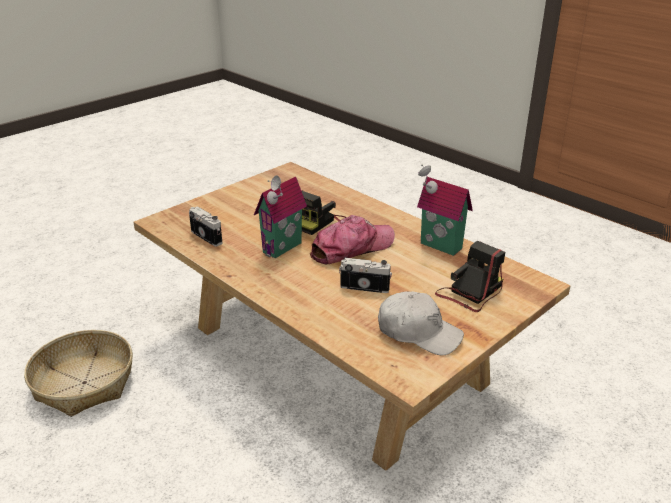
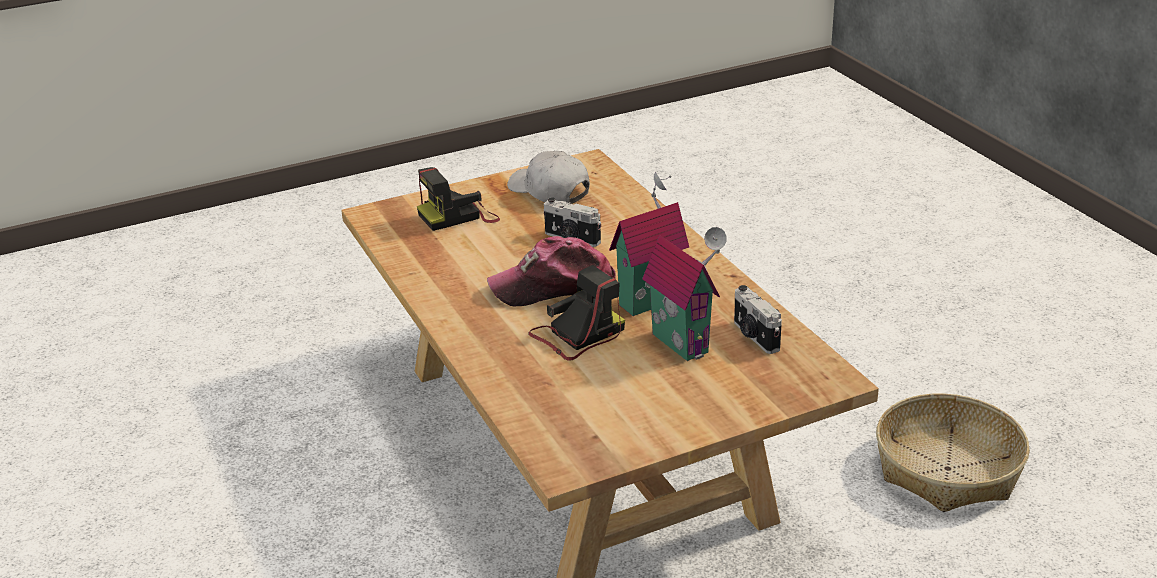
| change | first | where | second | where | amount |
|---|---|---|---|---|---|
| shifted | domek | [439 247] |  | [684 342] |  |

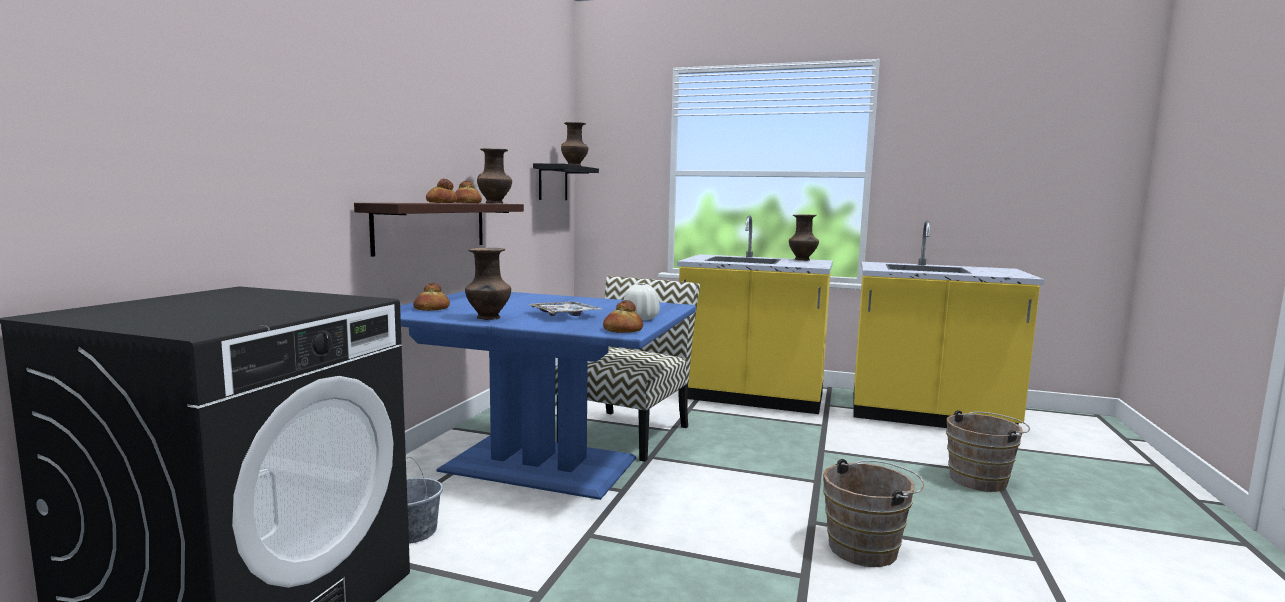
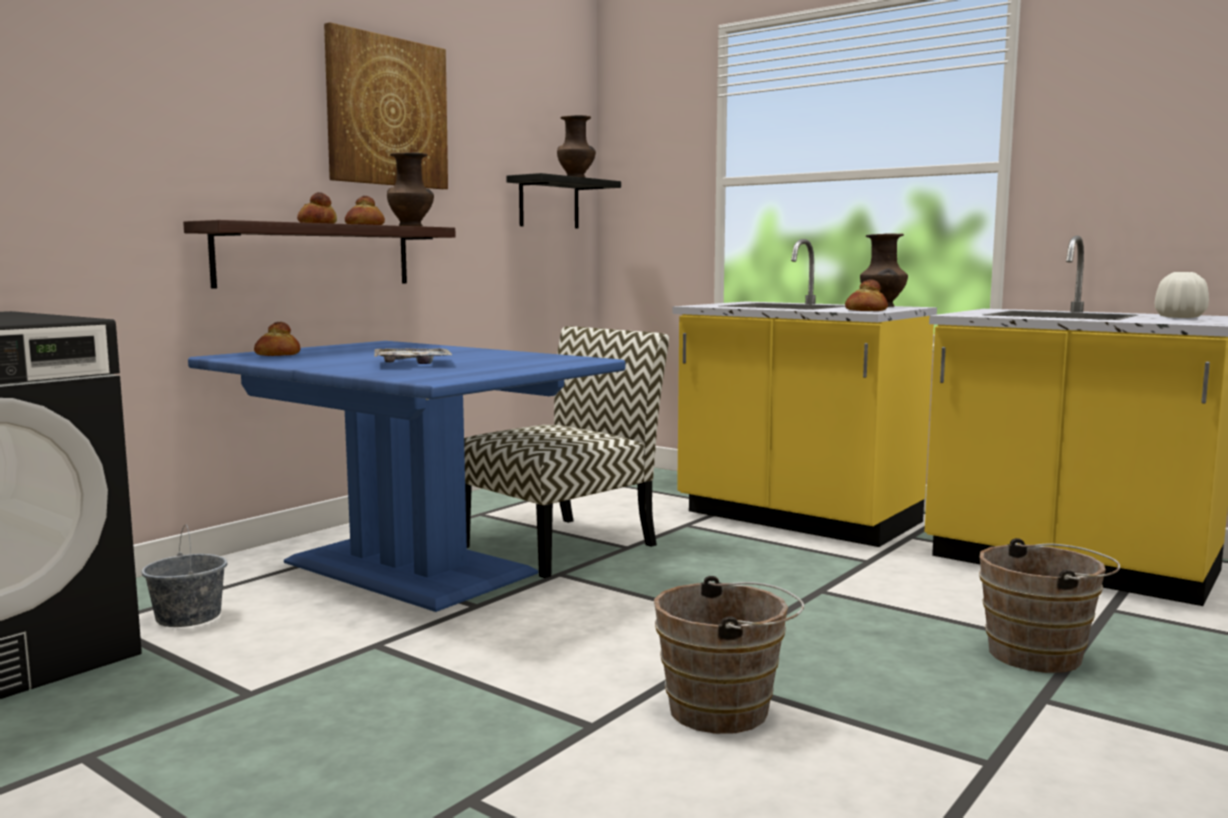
| change | first | where | second | where | amount |
|---|---|---|---|---|---|
| gone | wazon/brązowy | [488 318] |  |  |  |
| shifted | chleb | [622 330] |  | [865 310] |  |
| shifted | wazon/biały | [640 319] |  | [1179 317] |  |
| new |  |  | obraz | [387 112] |  |

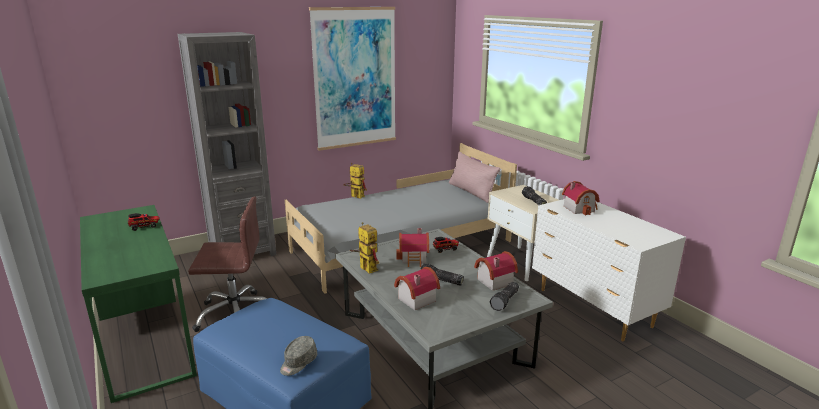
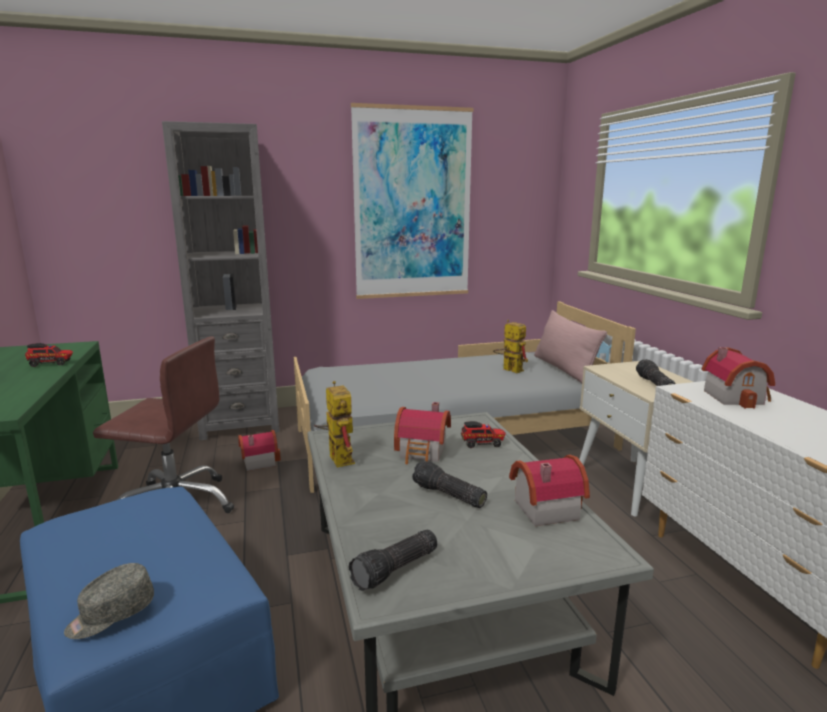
| change | first | where | second | where | amount |
|---|---|---|---|---|---|
| shifted | robot zabawkowy | [354 196] |  | [508 369] |  |
| shifted | domek | [414 299] |  | [258 461] |  |
| shifted | latarka | [505 301] |  | [396 570] |  |

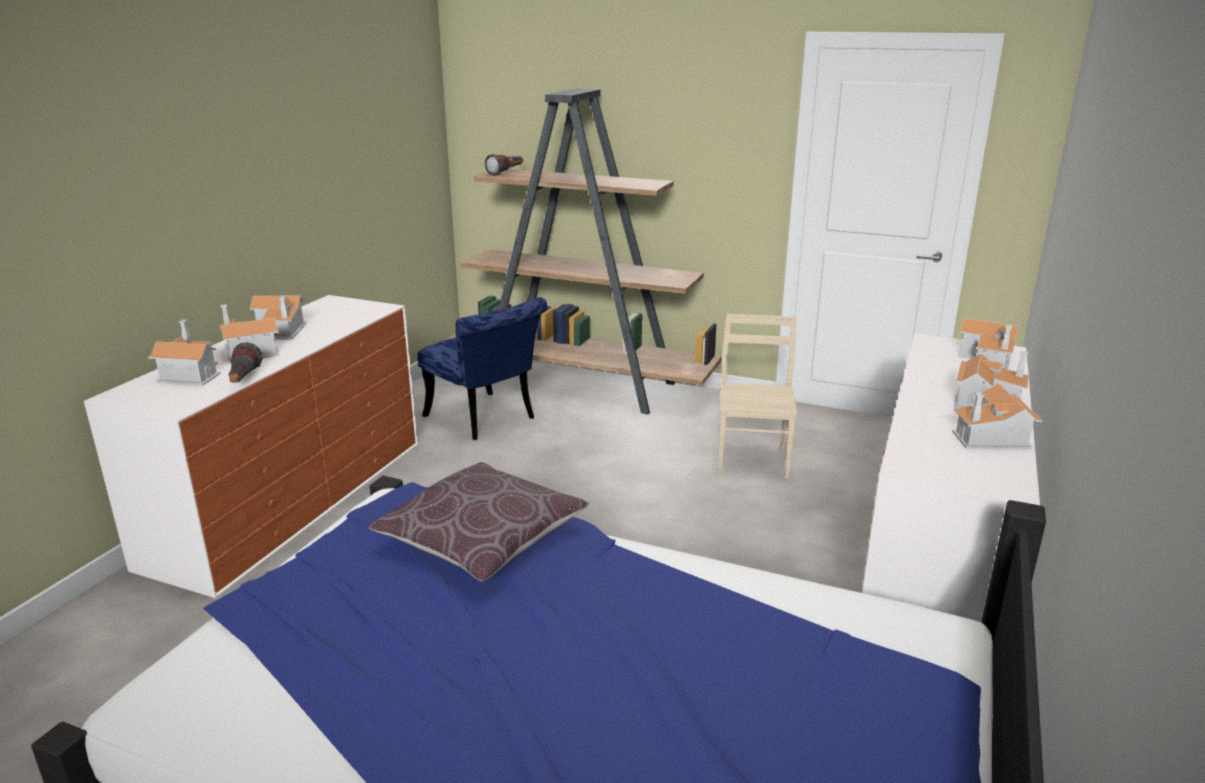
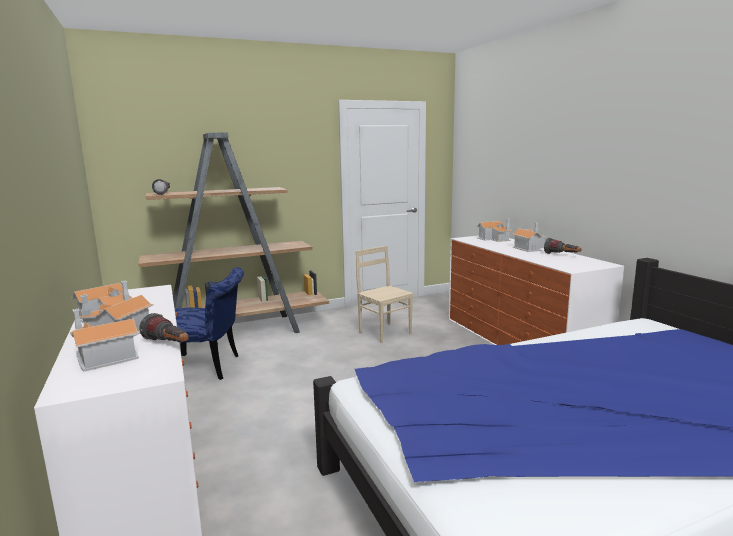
| change | first | where | second | where | amount |
|---|---|---|---|---|---|
| gone | poduszka/brązowy | [483 539] |  |  |  |
| swapped | domek | [992 438] | latarka | [562 255] |  |

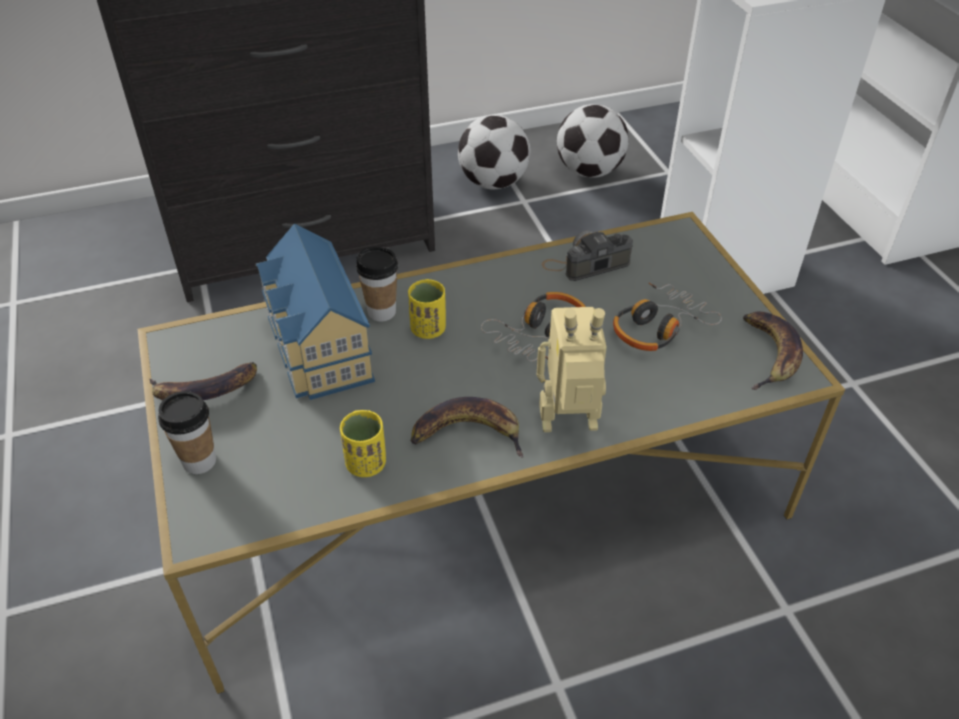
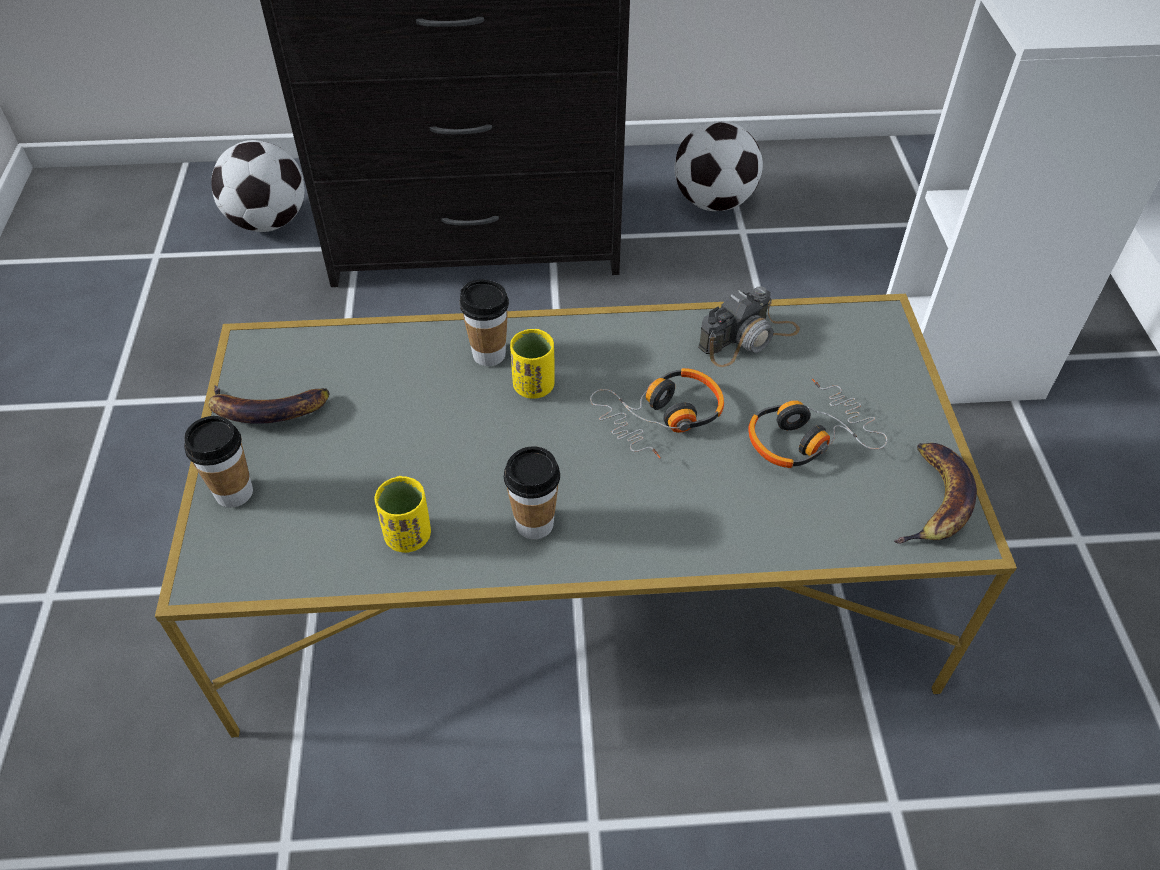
| change | first | where | second | where | amount |
|---|---|---|---|---|---|
| gone | domek | [316 349] |  |  |  |
| swapped | banan | [468 433] | filiżanka | [534 524] |  |
| gone | robot zabawkowy | [570 427] |  |  |  |
| rotated | aparat fotograficzny | [586 263] |  | [748 338] | 150 degrees clockwise |
| shifted | piłka futbolowa | [589 171] |  | [269 222] |  |

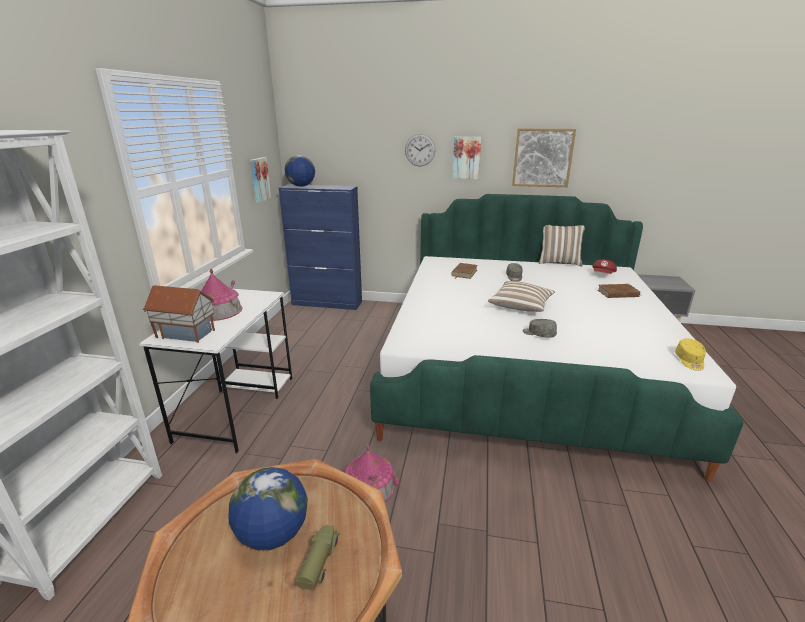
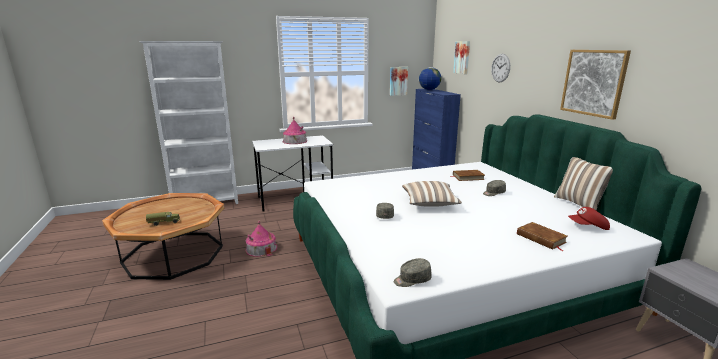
| change | first | where | second | where | amount |
|---|---|---|---|---|---|
| gone | domek | [186 333] |  |  |  |
| gone | globus | [273 534] |  |  |  |
| shifted | obraz | [466 157] |  | [462 57] |  |
| repainted | czapka z daszkiem/żółty | [689 361] | czapka z daszkiem/szary | [412 280] |  |

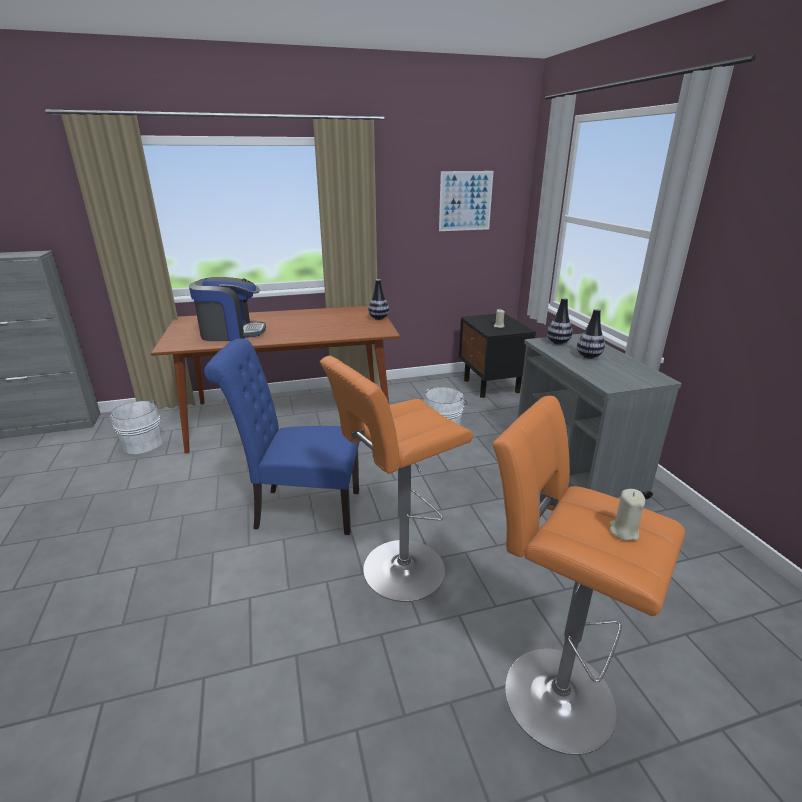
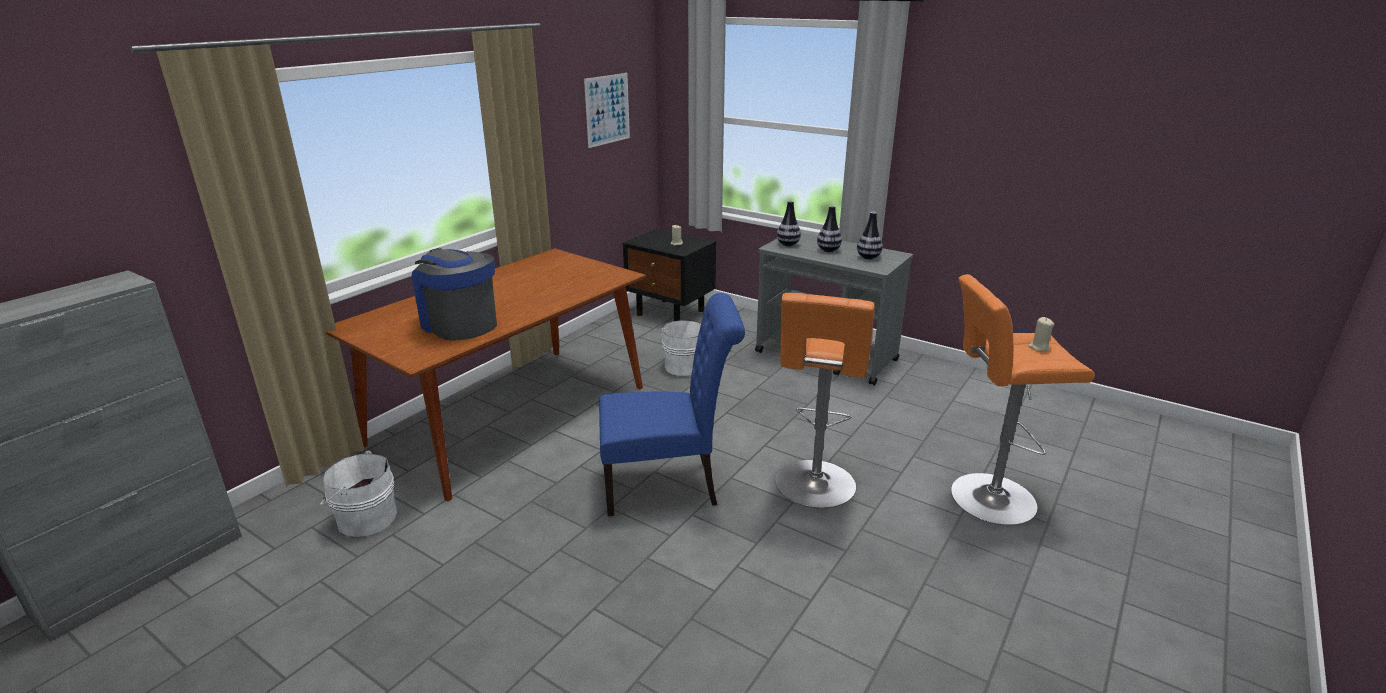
| change | first | where | second | where | amount |
|---|---|---|---|---|---|
| rotated | ekspres do kawy | [231 333] |  | [459 324] | 90 degrees counterclockwise |
| rotated | krzesło/niebieski | [301 509] |  | [668 486] | 150 degrees counterclockwise |
| shifted | wazon | [379 318] |  | [868 257] |  |

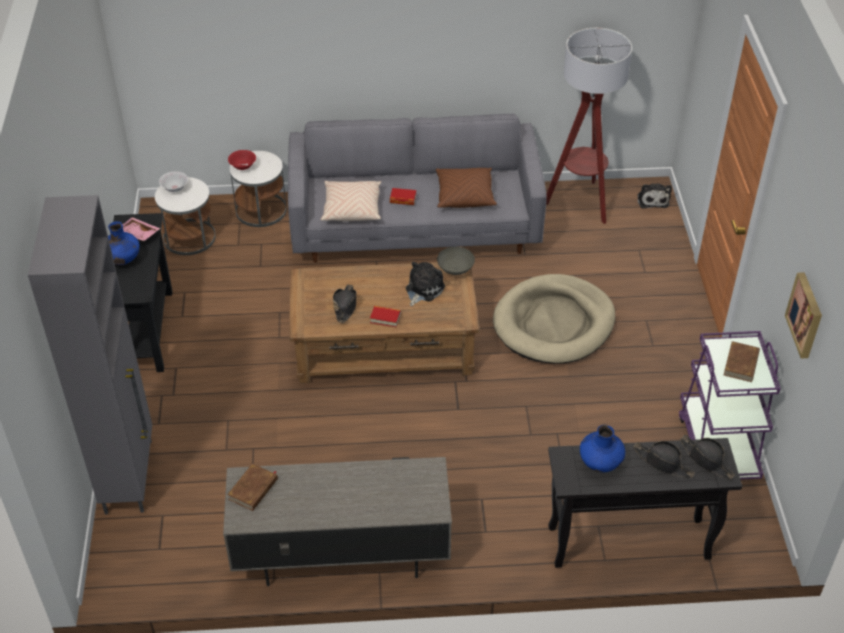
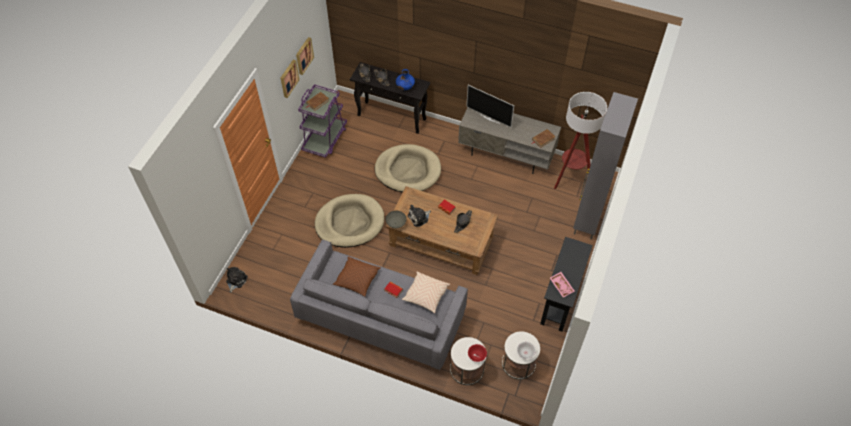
| change | first | where | second | where | amount |
|---|---|---|---|---|---|
| gone | wazon/niebieski | [122 259] |  |  |  |
| shifted | lampa stojąca | [580 202] |  | [570 177] |  |
| new |  |  | obraz | [288 78] |  |
| new |  |  | legowisko/beżowy | [408 170] |  |
| new |  |  | telewizor | [489 118] |  |

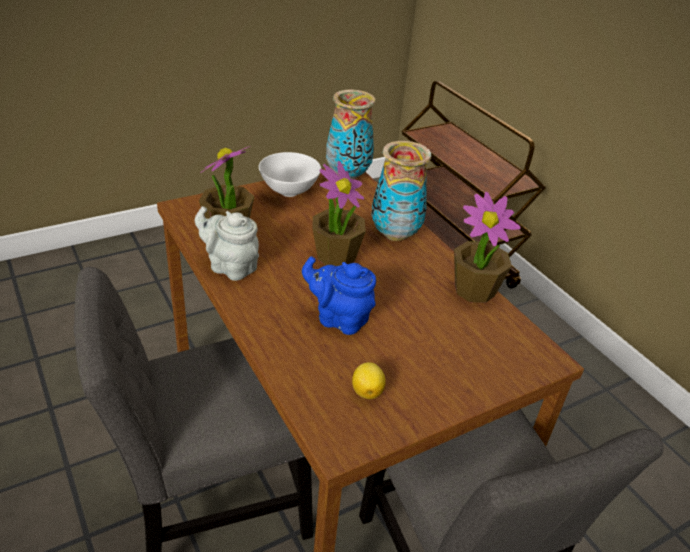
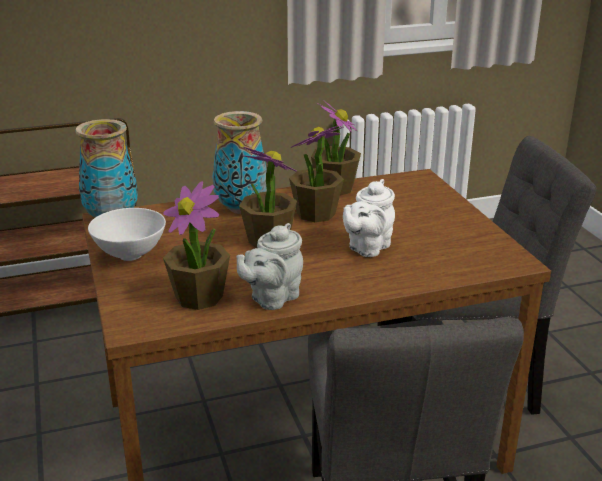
| change | first | where | second | where | amount |
|---|---|---|---|---|---|
| repainted | imbryk/niebieski | [339 319] | imbryk/biały | [367 248] |  |
| gone | cytryna | [367 391] |  |  |  |
| new |  |  | roślina doniczkowa | [315 214] |  |

